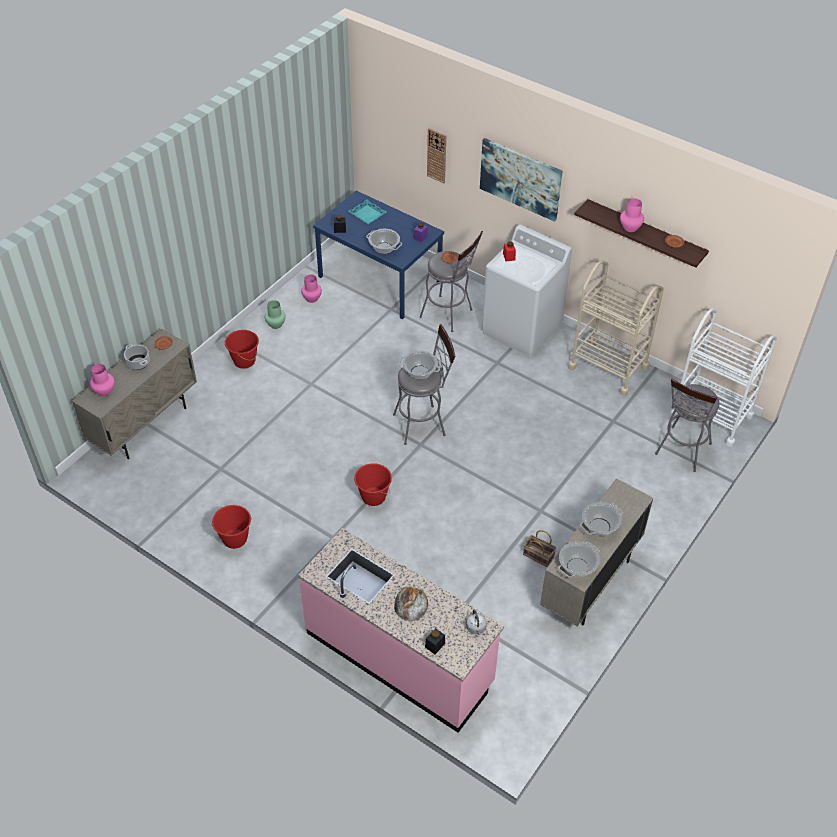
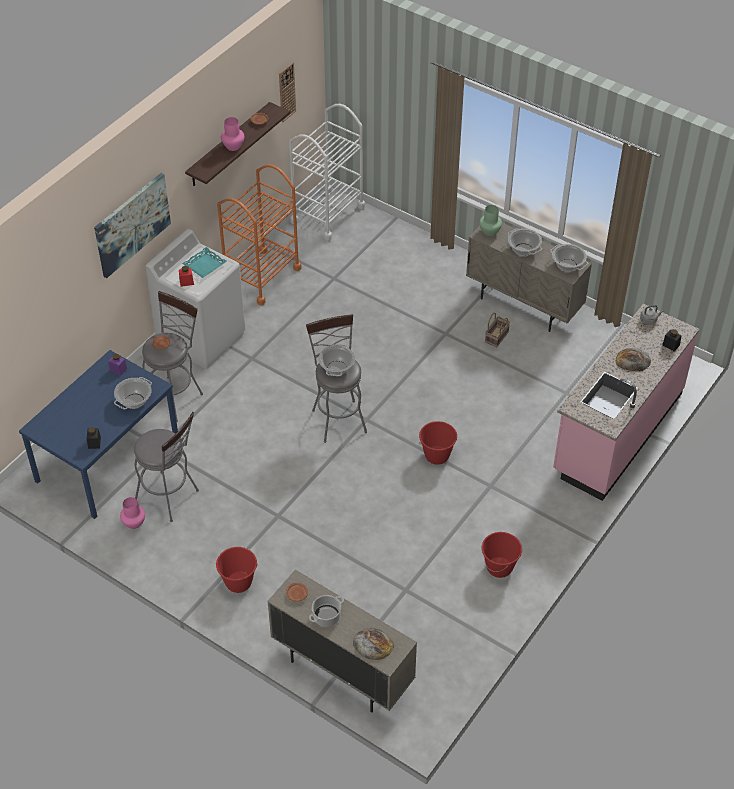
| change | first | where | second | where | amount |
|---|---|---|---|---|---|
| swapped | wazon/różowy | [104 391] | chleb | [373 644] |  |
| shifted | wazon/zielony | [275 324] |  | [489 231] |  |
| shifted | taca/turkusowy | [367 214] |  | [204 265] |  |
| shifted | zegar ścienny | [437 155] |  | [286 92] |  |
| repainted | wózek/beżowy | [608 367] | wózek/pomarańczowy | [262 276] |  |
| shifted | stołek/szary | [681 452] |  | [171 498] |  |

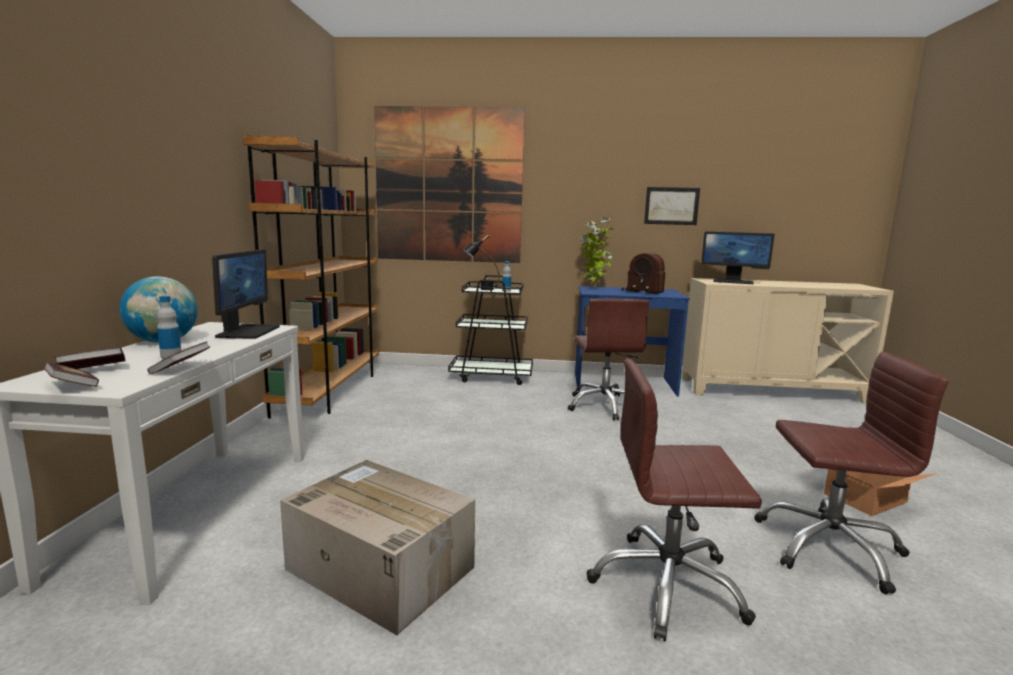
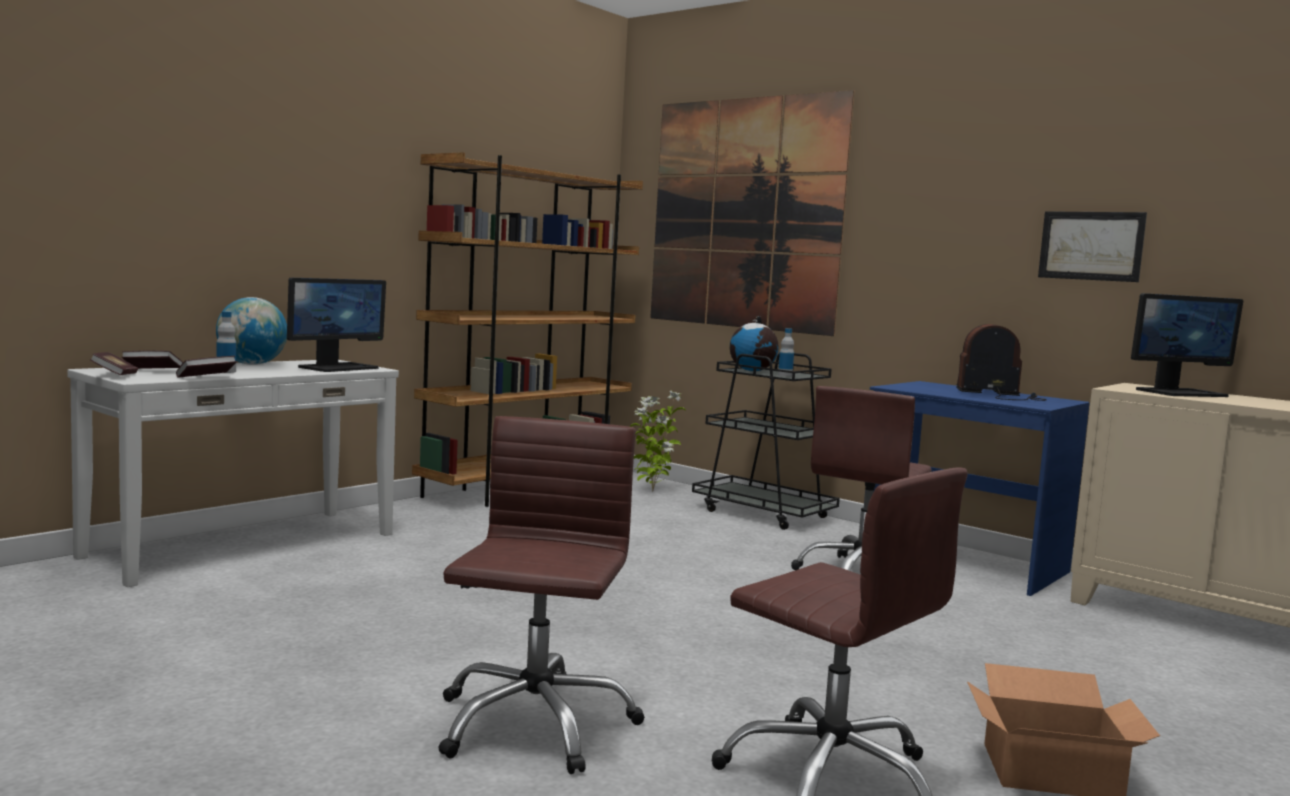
| change | first | where | second | where | amount |
|---|---|---|---|---|---|
| gone | karton | [378 567] |  |  |  |
| swapped | lampa stołowa/czarny | [481 289] | globus | [752 371] |  |
| shifted | roślina doniczkowa | [594 288] |  | [651 490] |  |
| rotated | krzesło biurowe/brązowy | [667 586] |  | [533 723] | 60 degrees clockwise |
| rotated | radio | [642 291] |  | [999 396] | 120 degrees clockwise |
| rotated | monitor | [733 281] |  | [1180 393] | 75 degrees counterclockwise |

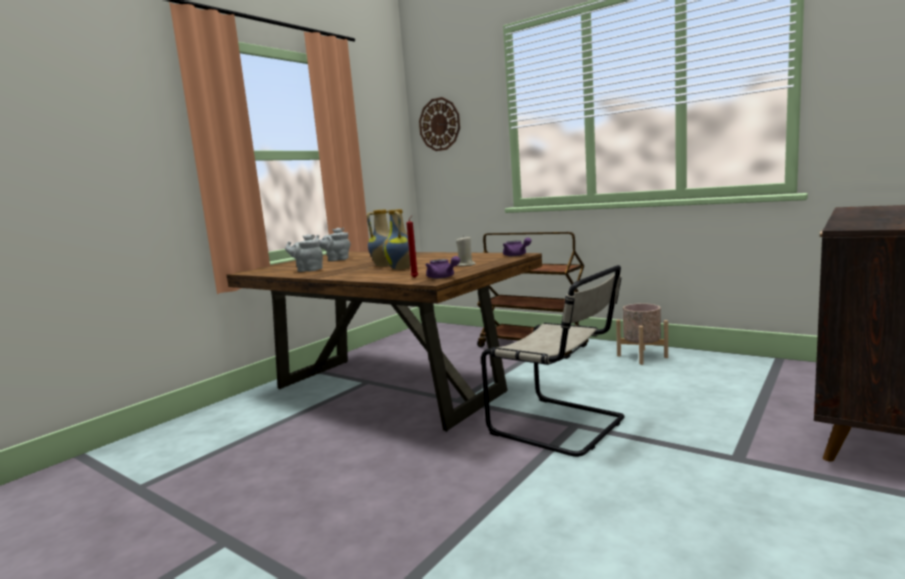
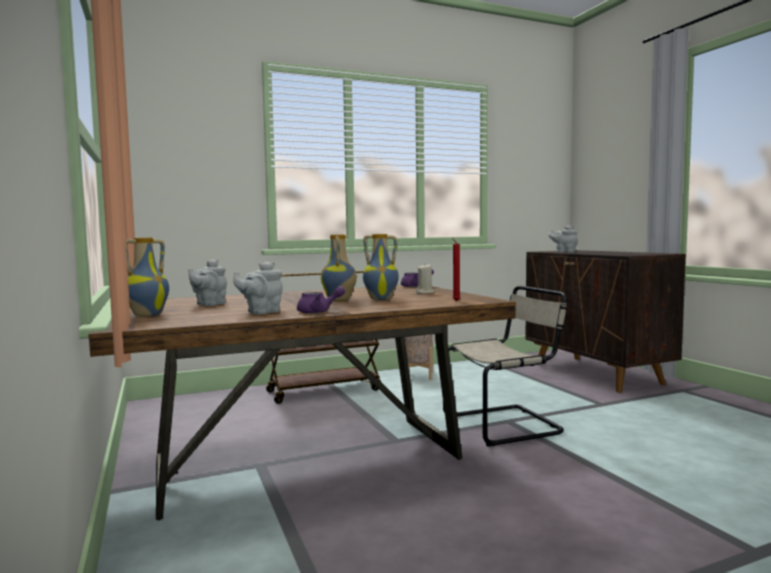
| change | first | where | second | where | amount |
|---|---|---|---|---|---|
| gone | zegar ścienny | [439 124] |  |  |  |
| shifted | imbryk/fioletowy | [442 277] |  | [318 312] |  |
| new |  |  | wazon | [147 315] |  |
| new |  |  | imbryk/szary | [564 252] |  |

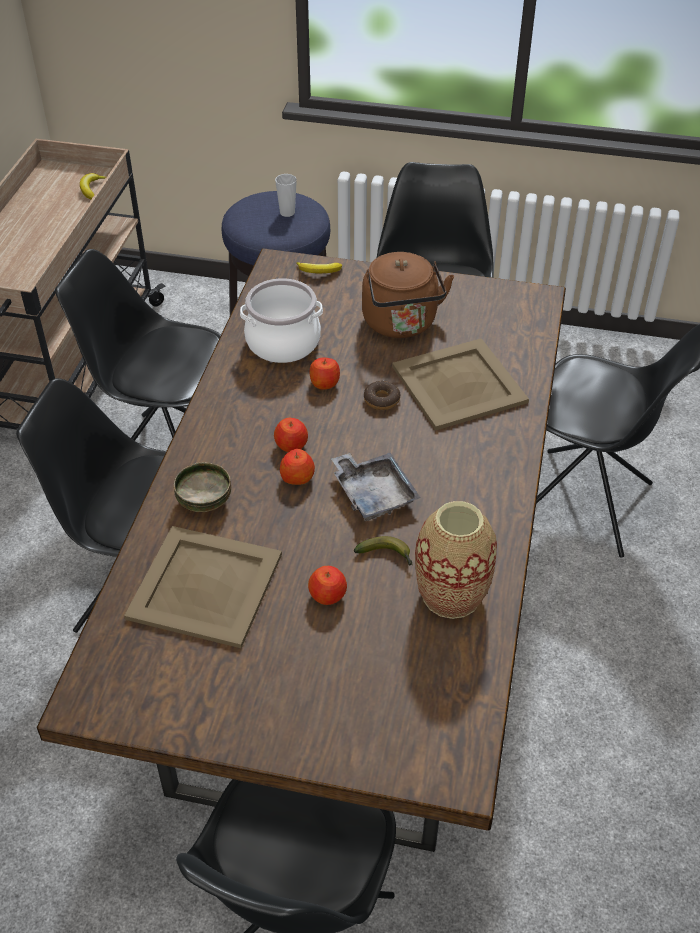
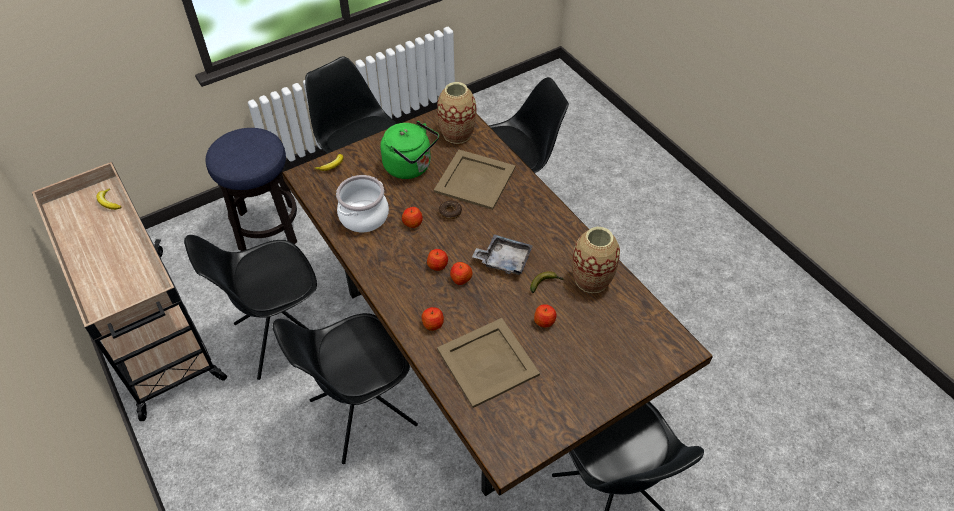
| change | first | where | second | where | amount |
|---|---|---|---|---|---|
| swapped | miska | [204 501] | jabłko | [433 324] |  |
| gone | filiżanka | [287 213] |  |  |  |
| repainted | czajnik/brązowy | [401 324] | czajnik/zielony | [410 167] |  |
| new |  |  | wazon | [457 134] |  |

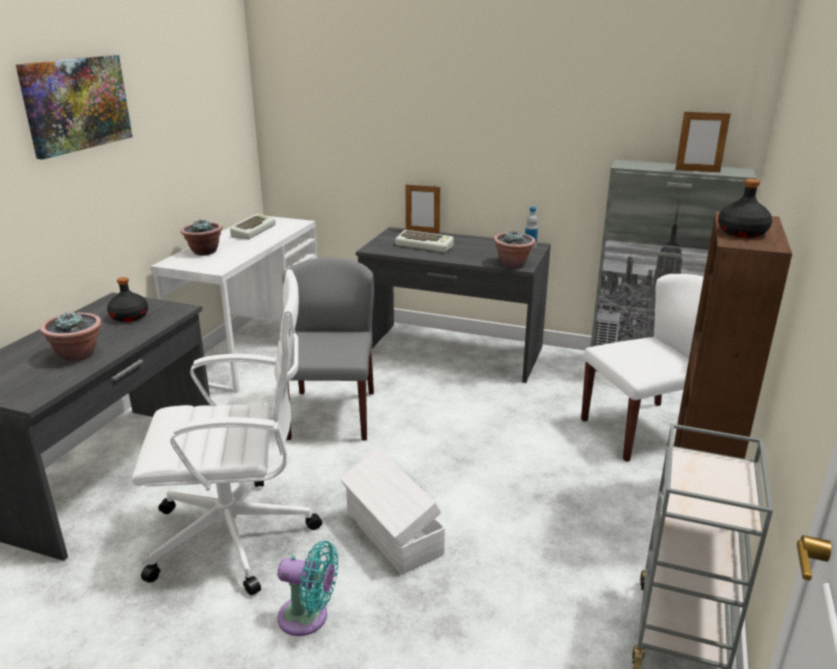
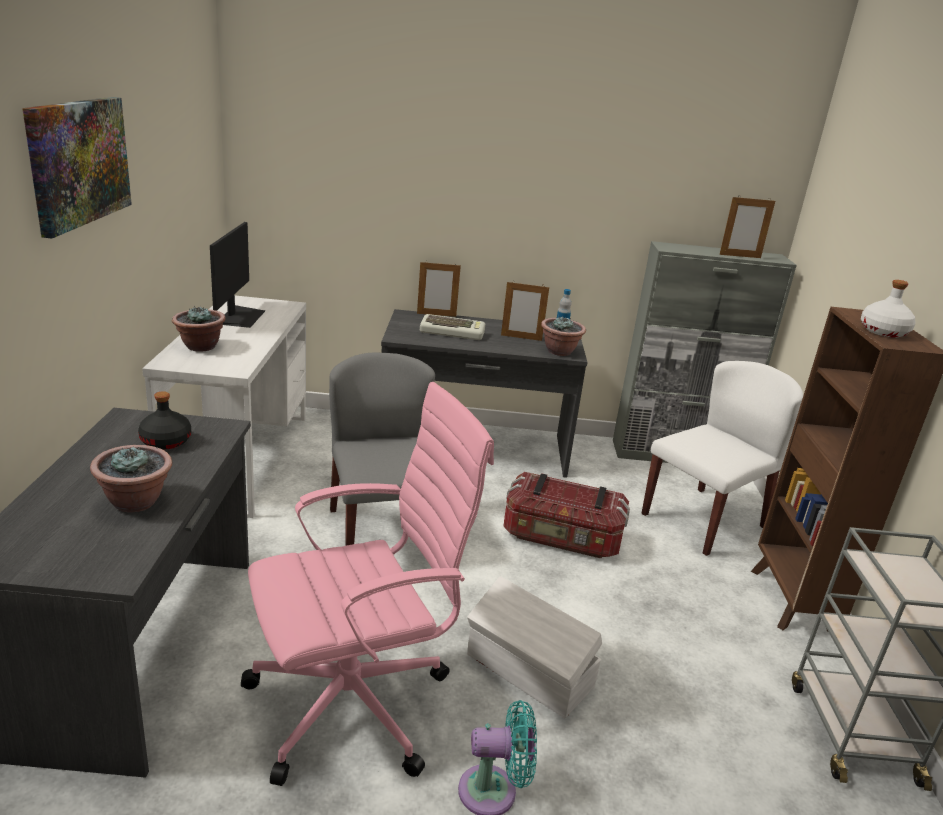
| change | first | where | second | where | amount |
|---|---|---|---|---|---|
| repainted | krzesło biurowe/biały | [238 535] | krzesło biurowe/różowy | [356 703] |  |
| swapped | klawiatura | [253 231] | monitor | [240 316] |  |
| repainted | butelka/czarny | [741 232] | butelka/biały | [883 331] |  |
| new |  |  | ramka na zdjęcie | [521 337] |  |
| new |  |  | pojemnik do przechowywania | [561 538] |  |

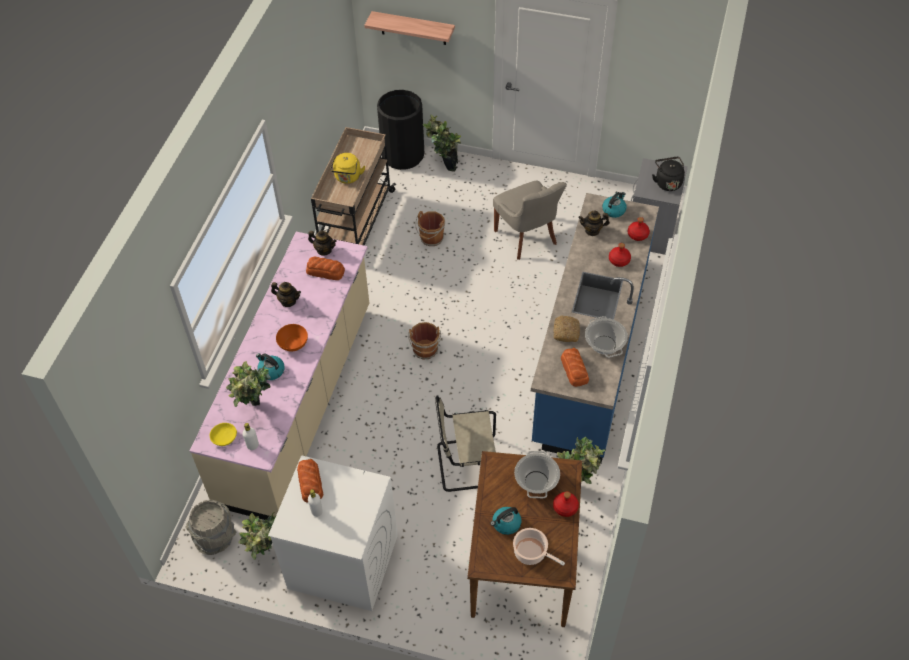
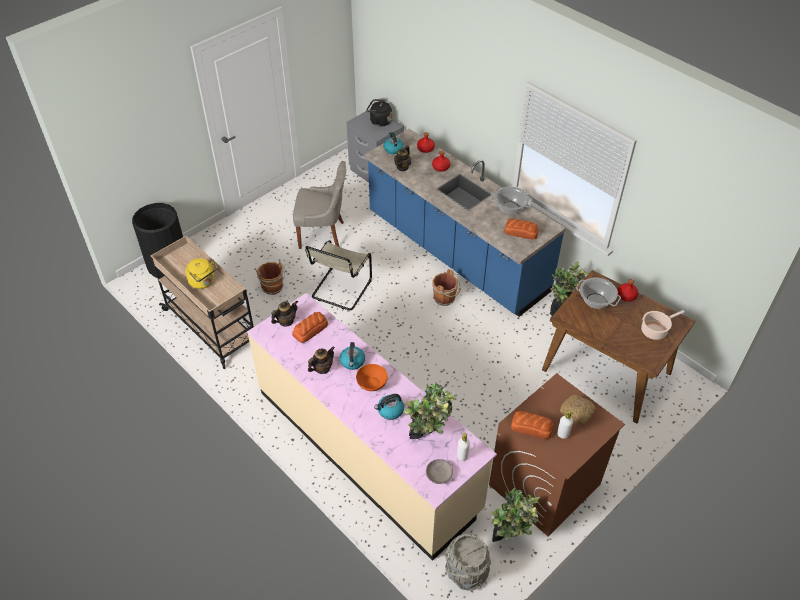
| change | first | where | second | where | amount |
|---|---|---|---|---|---|
| repainted | miska/żółty | [224 437] | miska/szary | [439 474] |  |
| repainted | pralka/biały | [342 562] | pralka/brązowy | [544 485] |  |
| gone | półka | [413 28] |  |  |  |
| shifted | wiadro/brązowy | [425 351] |  | [445 298] |  |
| gone | roślina doniczkowa | [443 166] |  |  |  |
| shifted | krzesło/beżowy | [466 464] |  | [340 290] |  |
| shifted | czajnik | [506 524] |  | [352 362] |  |
| shifted | chleb | [565 331] |  | [576 412] |  |

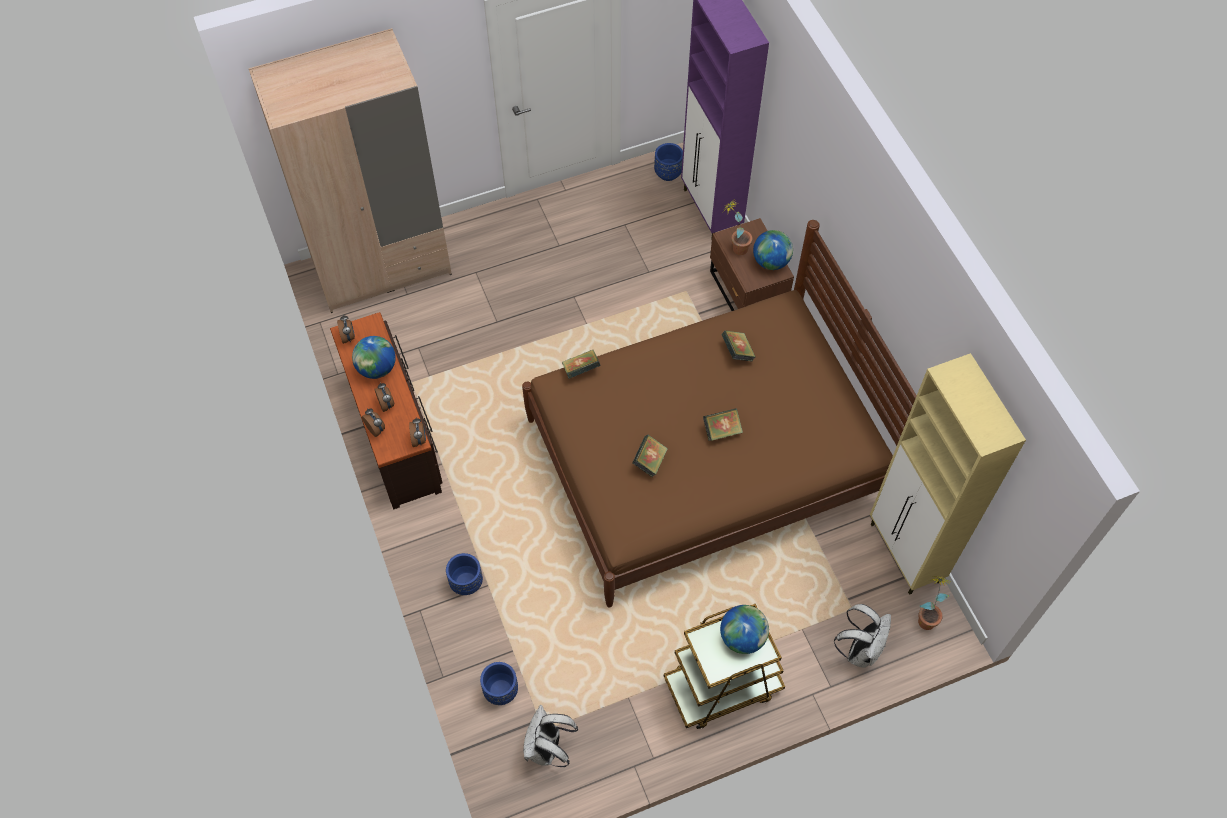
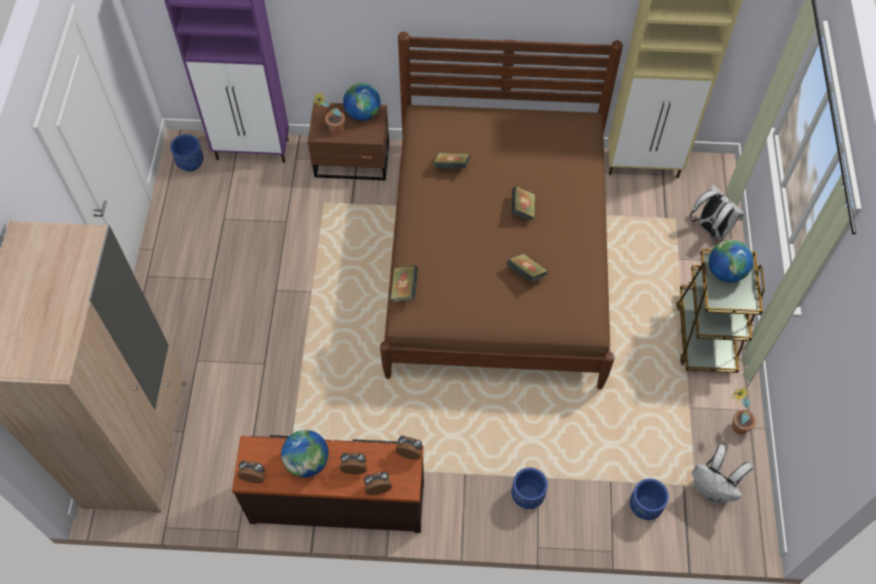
| change | first | where | second | where | amount |
|---|---|---|---|---|---|
| shifted | roślina doniczkowa | [926 616] |  | [735 424] |  |

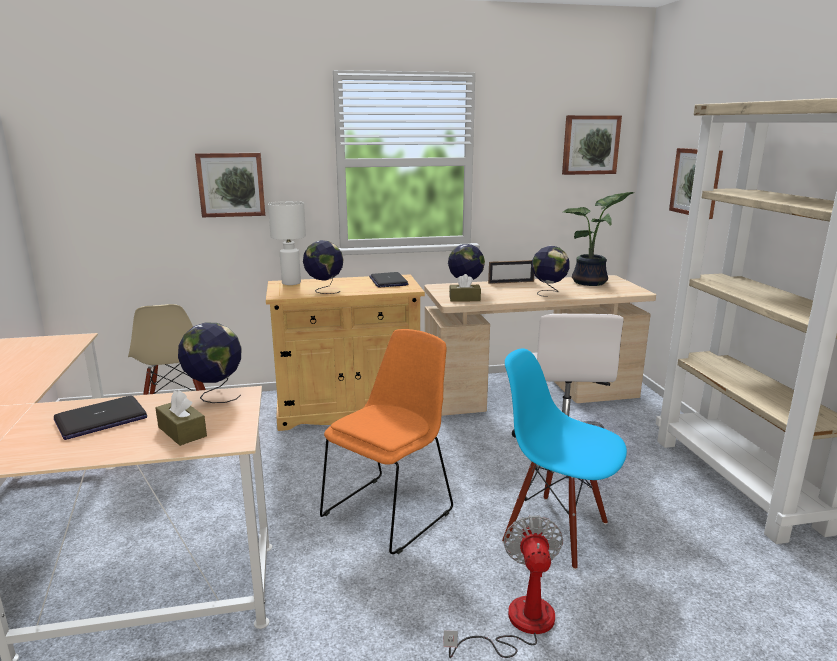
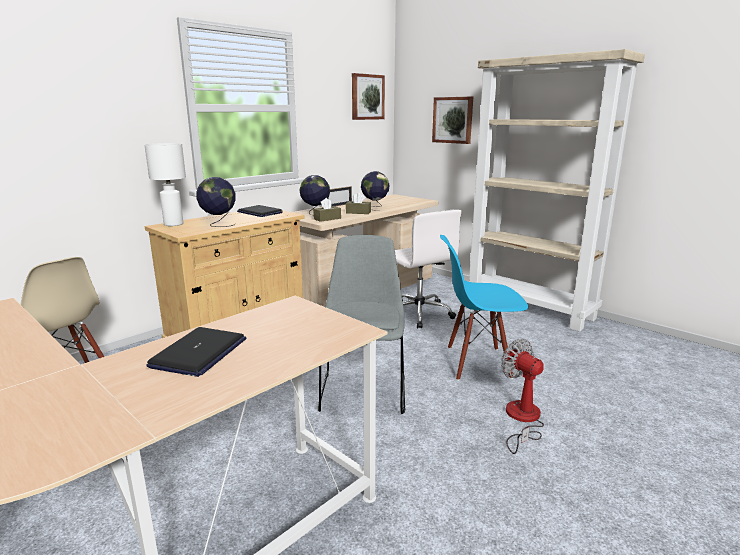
| change | first | where | second | where | amount |
|---|---|---|---|---|---|
| shifted | pudełko chusteczek/brązowy | [182 432] |  | [358 212] |  |
| gone | globus | [215 395] |  |  |  |
| gone | obraz | [231 184] |  |  |  |
| repainted | krzesło/pomarańczowy | [390 511] | krzesło/szary | [363 389] |  |
| gone | roślina doniczkowa | [591 282] |  |  |  |

